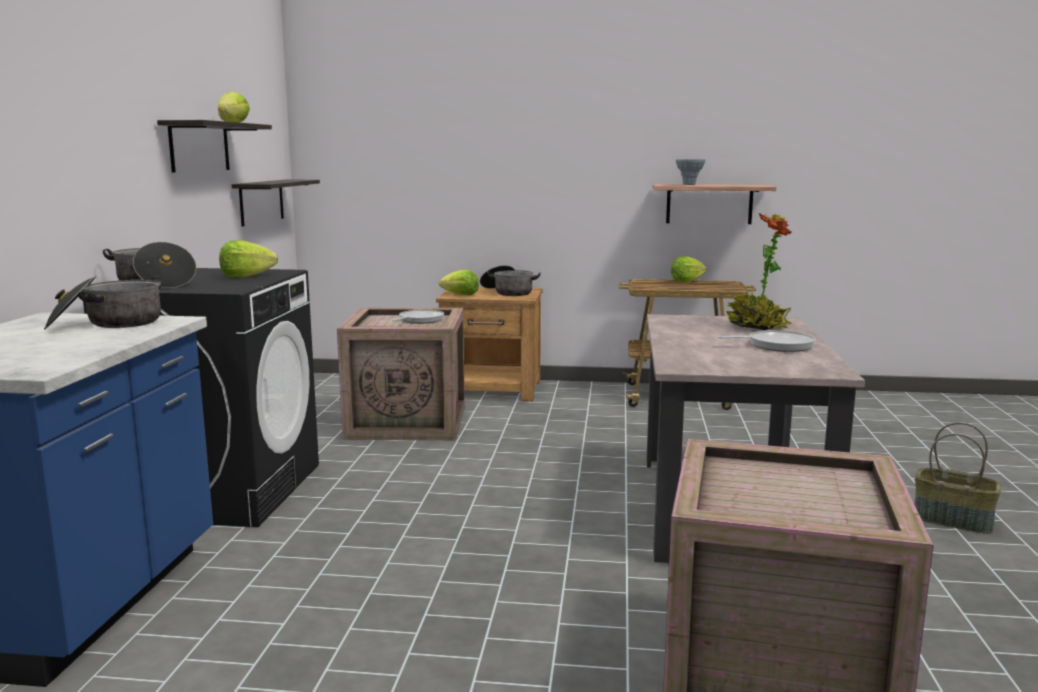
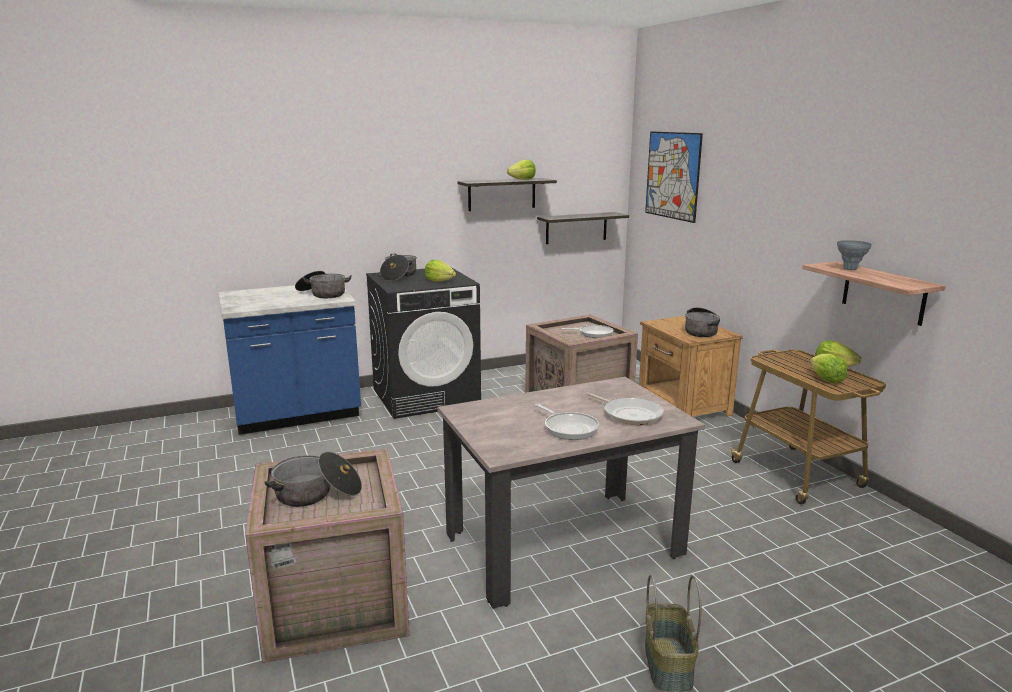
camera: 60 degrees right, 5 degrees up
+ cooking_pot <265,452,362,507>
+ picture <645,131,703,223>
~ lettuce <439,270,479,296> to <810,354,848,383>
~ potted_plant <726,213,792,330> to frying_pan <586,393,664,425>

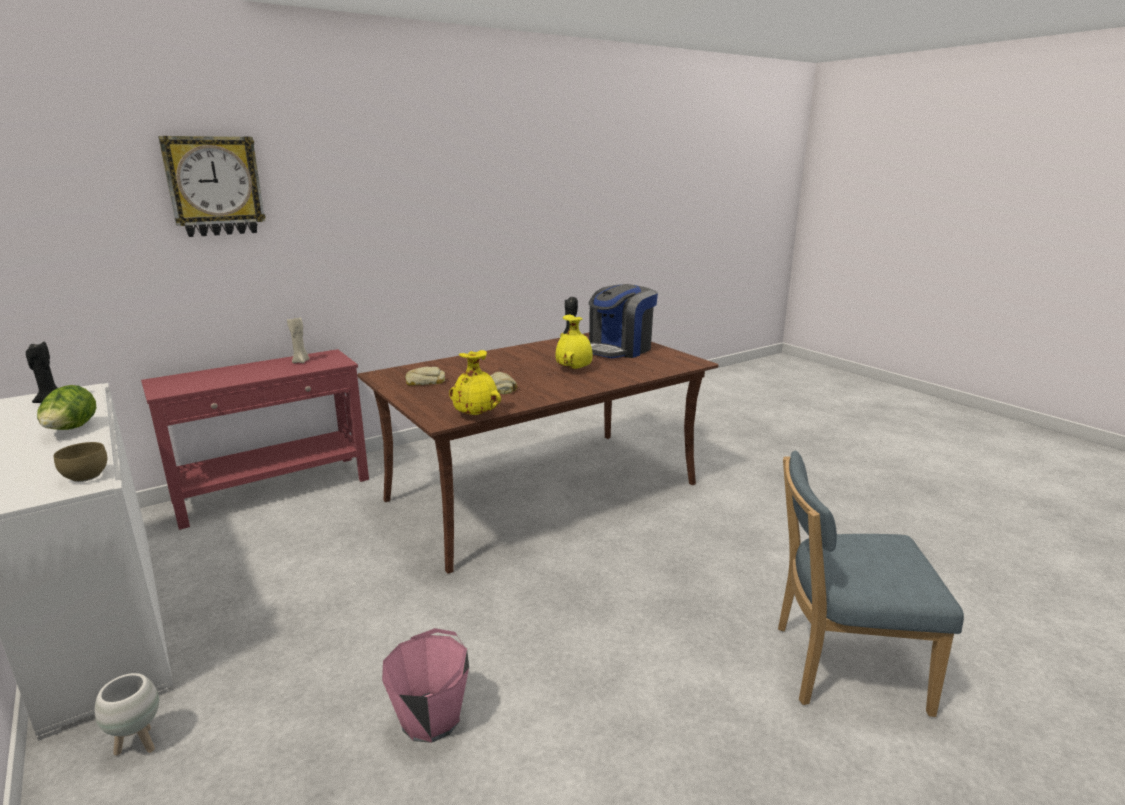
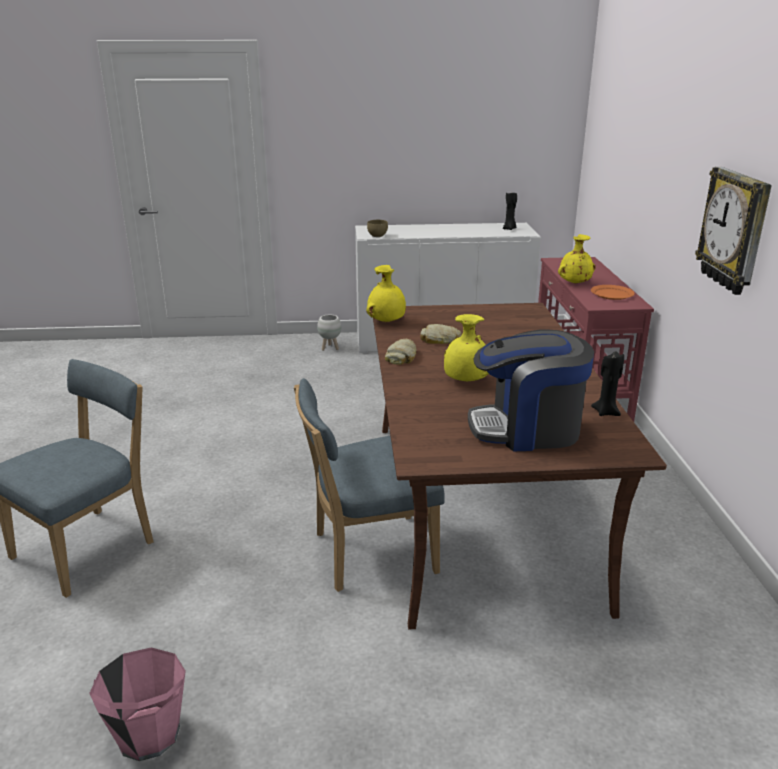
camera: 120 degrees right, 5 degrees up
- lettuce <37,385,96,430>
+ blue_chair <294,378,445,592>
+ yellow_vase <558,234,595,284>
~ wall_clock <158,136,266,237> to <695,167,772,295>
~ pink_bucket <382,628,469,743> to <89,647,186,761>
~ bread <405,367,445,385> to <385,339,416,365>
~ beige_candle <287,318,310,363> to orange_plate <591,285,635,300>
~ coffee_machine <588,284,658,358> = <468,329,594,451> 75 degrees counterclockwise

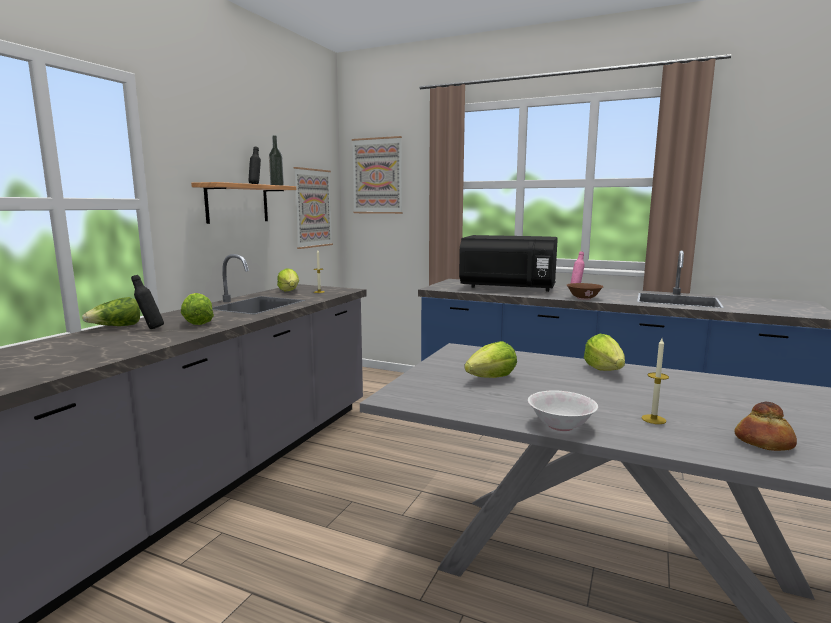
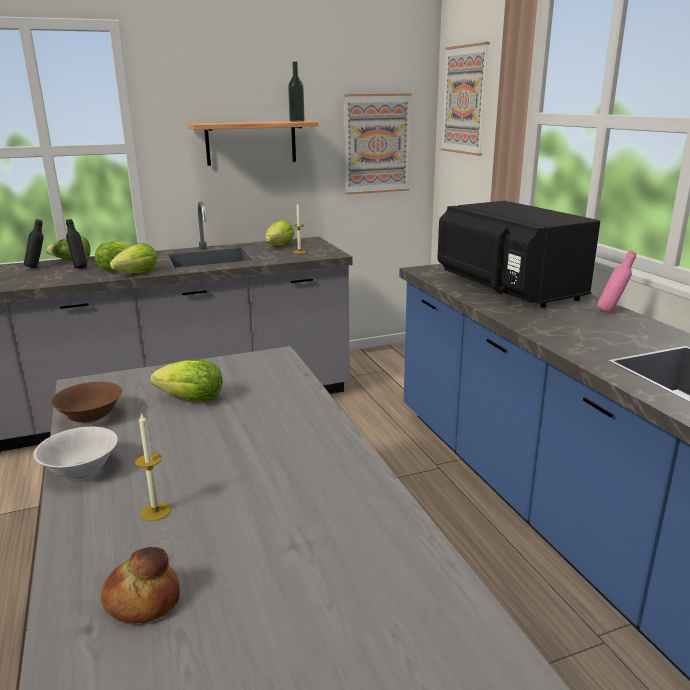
camera: 45 degrees right, 10 degrees up
~ black_bottle <249,147,261,184> to <24,219,43,268>
~ brown_bowl <567,283,604,300> to <50,382,122,424>
~ lettuce <584,334,625,371> to <110,243,157,273>

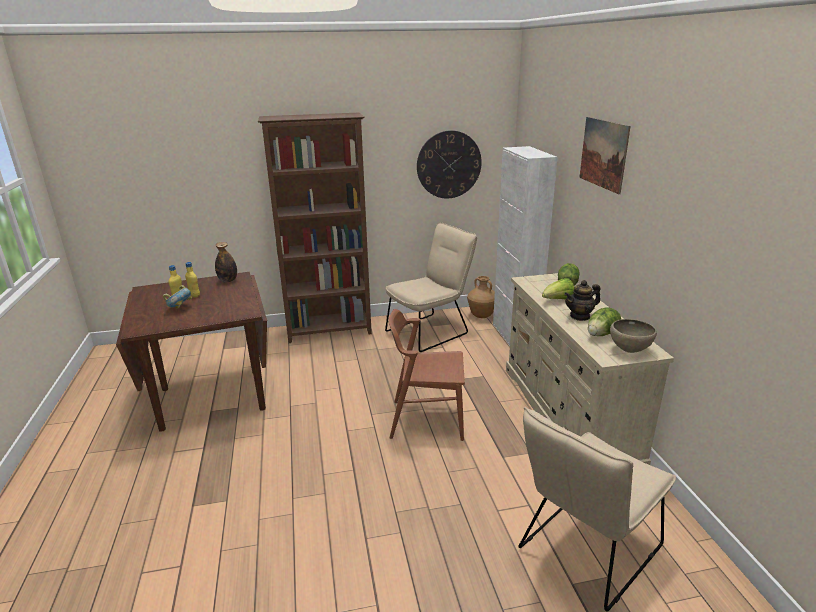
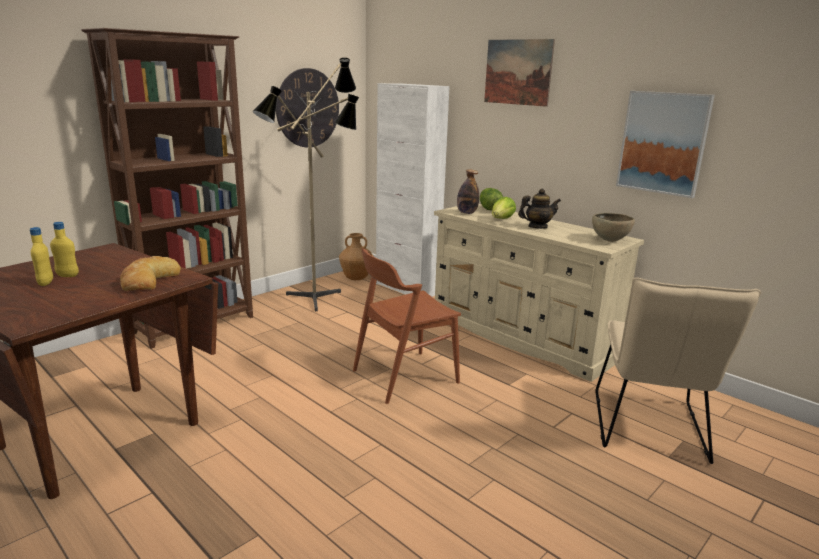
camera: 35 degrees left, 5 degrees down
- bowl <163,285,192,309>
- lettuce <588,307,621,336>
+ bread <120,256,181,291>
+ picture <616,91,715,198>
~ bottle <215,242,237,282> to <457,169,479,214>
~ beige_chair <385,223,477,352> to floor_lamp <253,58,359,311>
~ teapot <564,280,600,321> = <518,189,561,229> 135 degrees counterclockwise

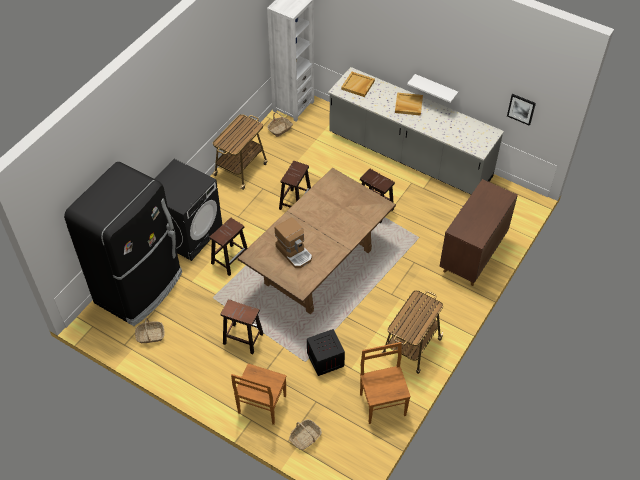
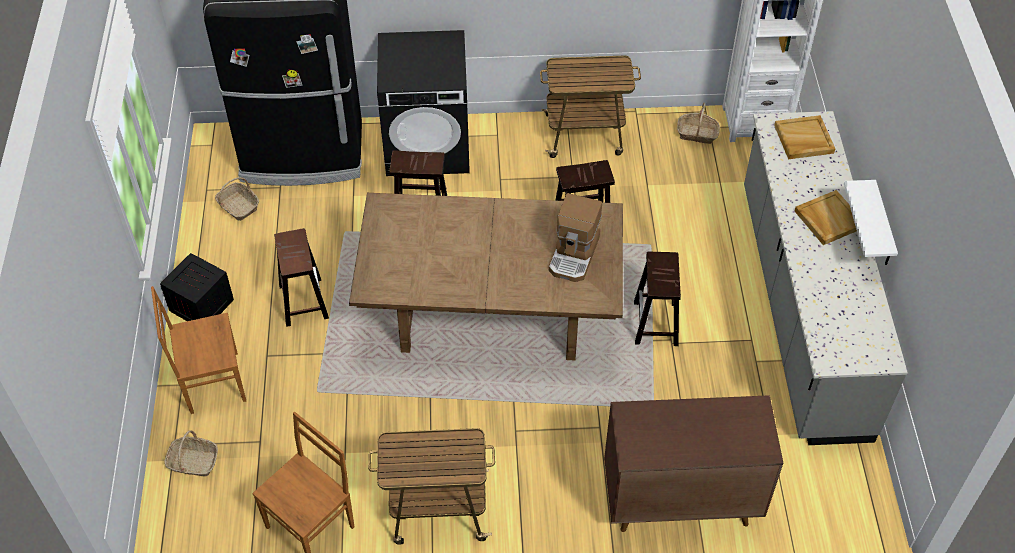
camera: 55 degrees right, 0 degrees up
- picture <507,94,536,126>
~ coffee_machine <275,217,312,268> to <549,193,602,282>
~ crate <307,329,345,376> to <160,253,234,321>

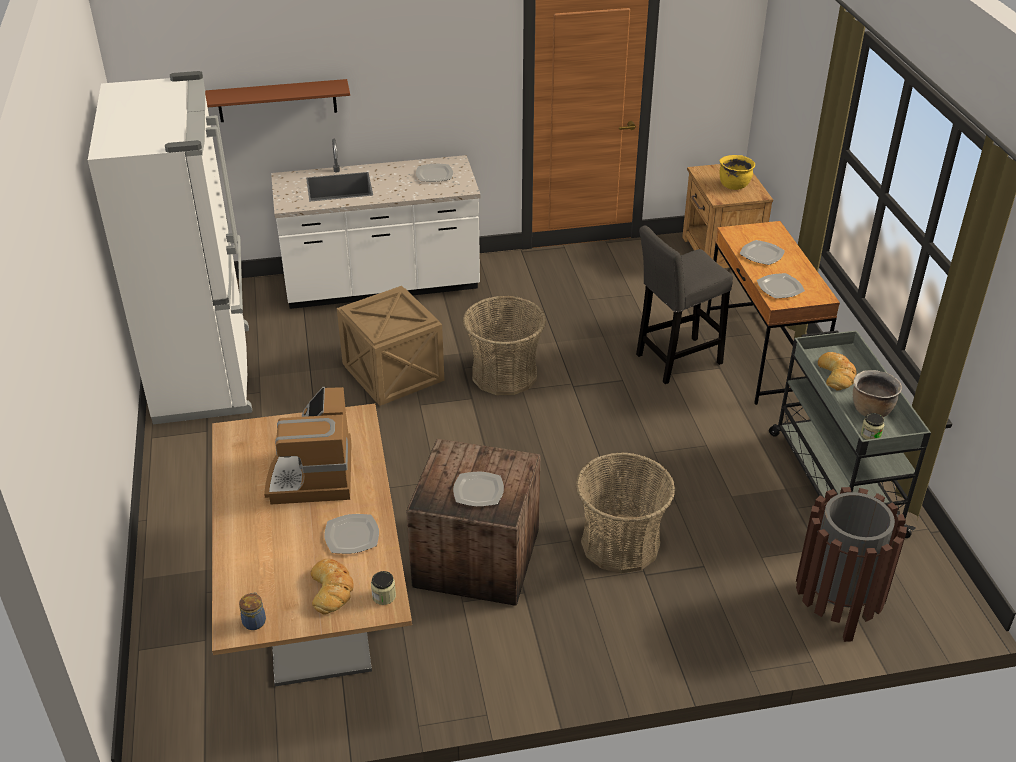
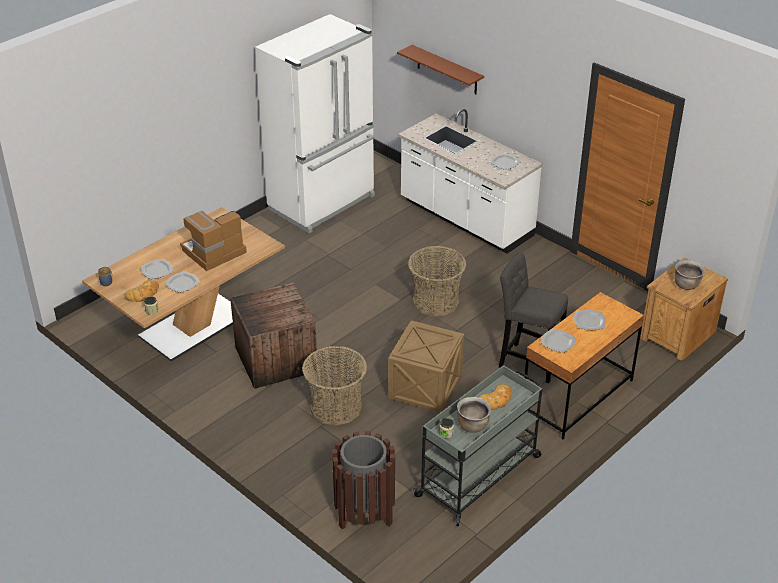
camera: 55 degrees right, 0 degrees up
~ crate <337,286,444,406> to <388,320,464,413>
~ plate <453,472,504,507> to <141,259,173,279>
~ yellow_cooking_pot <719,155,755,190> to brown_cooking_pot <674,260,705,290>

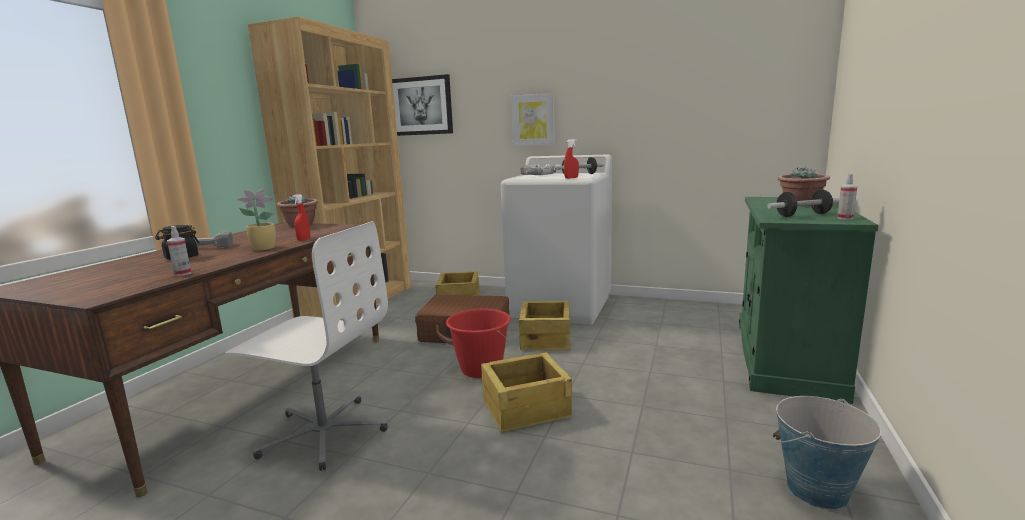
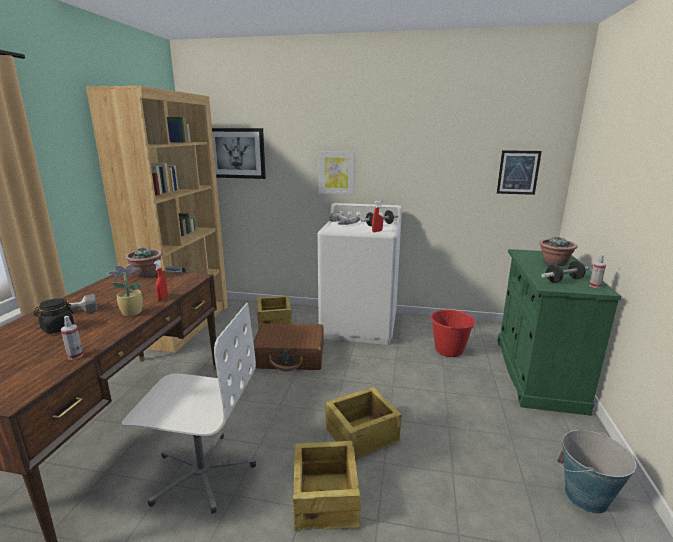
camera: 10 degrees left, 5 degrees up
+ picture <497,150,542,195>
~ red_bucket <446,309,511,378> to <431,310,475,357>
~ crate <519,301,571,351> to <293,441,361,531>

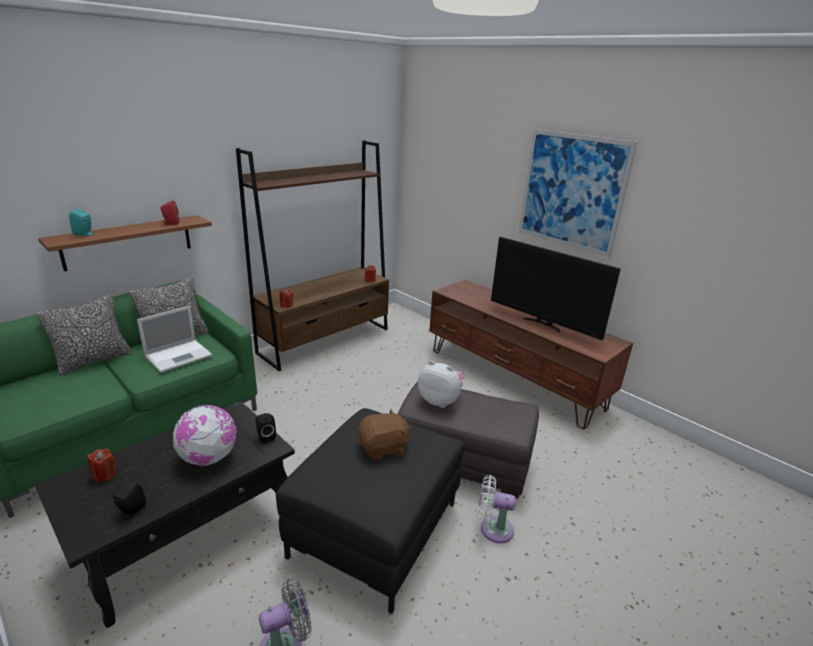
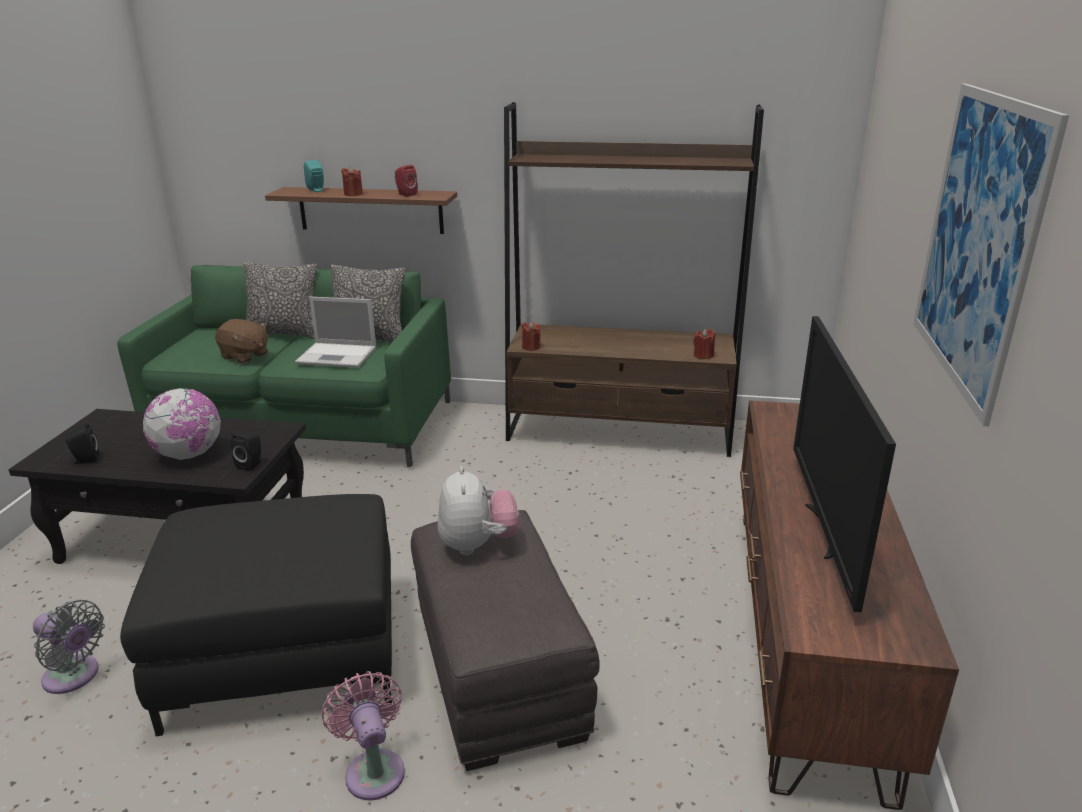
camera: 55 degrees right, 0 degrees up
~ red_candle <87,449,116,482> to <341,167,363,196>
~ brown_plush_toy <358,409,412,461> to <215,319,268,363>
~ white_fan <478,475,516,543> to pink_fan <322,671,405,801>

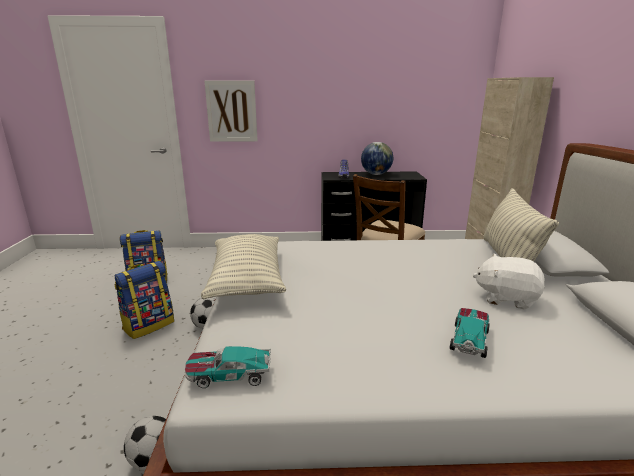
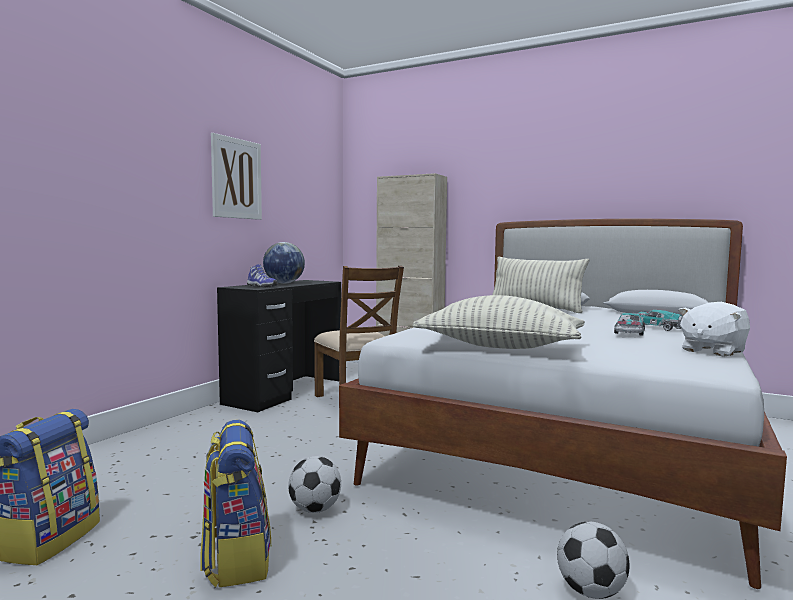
camera: 60 degrees left, 15 degrees down
~ toy_car <185,346,271,388> to <614,313,645,336>
~ picture <204,80,258,142> to <211,133,262,220>
~ white_plush_toy <473,254,545,310> to <678,302,750,357>

